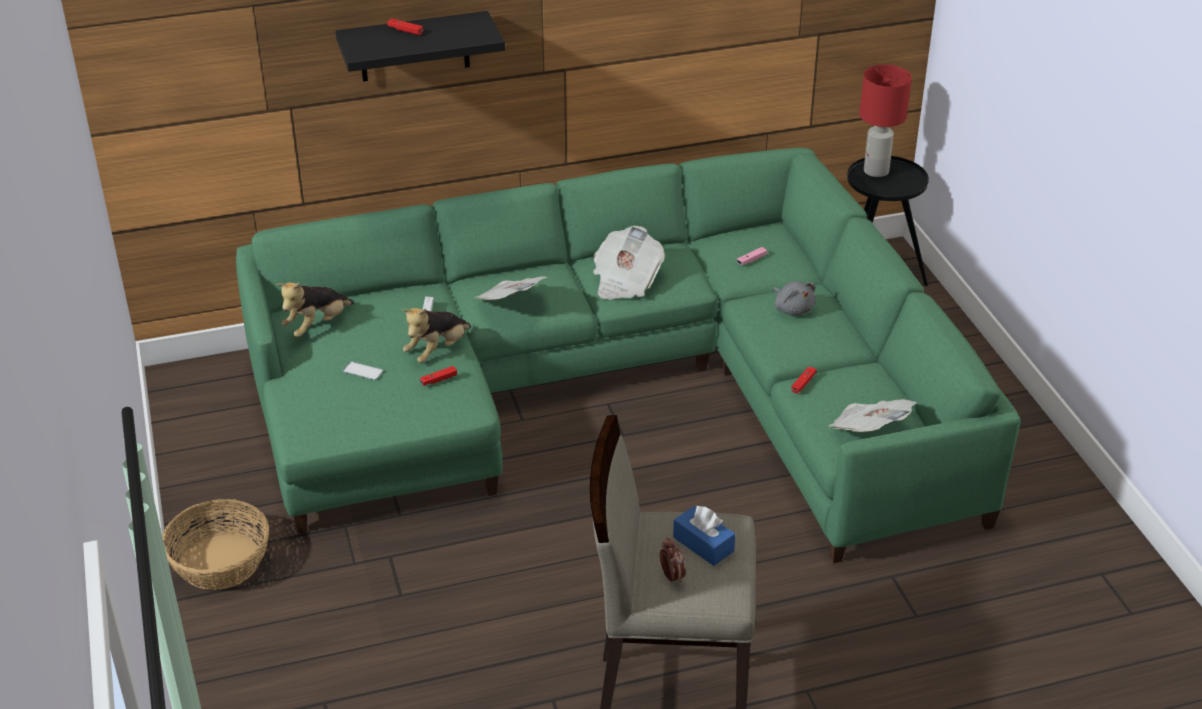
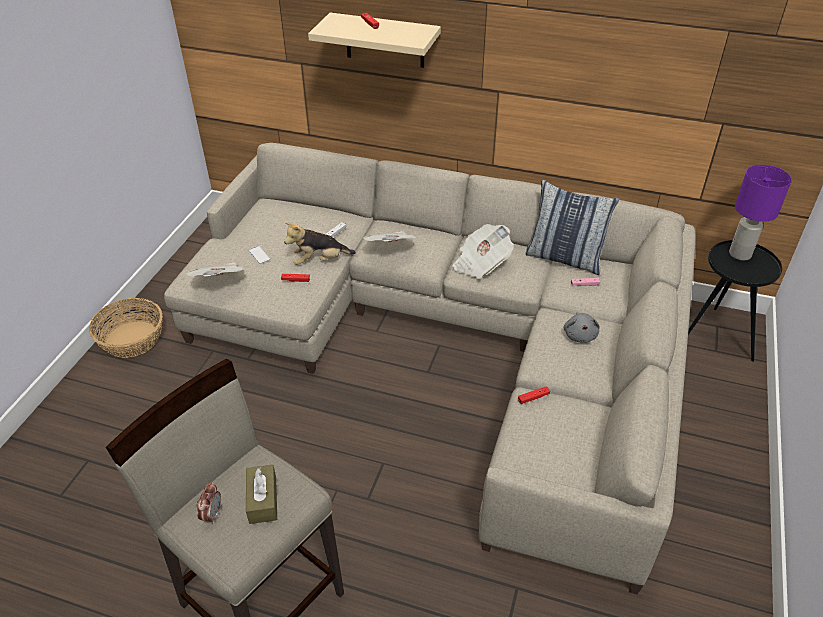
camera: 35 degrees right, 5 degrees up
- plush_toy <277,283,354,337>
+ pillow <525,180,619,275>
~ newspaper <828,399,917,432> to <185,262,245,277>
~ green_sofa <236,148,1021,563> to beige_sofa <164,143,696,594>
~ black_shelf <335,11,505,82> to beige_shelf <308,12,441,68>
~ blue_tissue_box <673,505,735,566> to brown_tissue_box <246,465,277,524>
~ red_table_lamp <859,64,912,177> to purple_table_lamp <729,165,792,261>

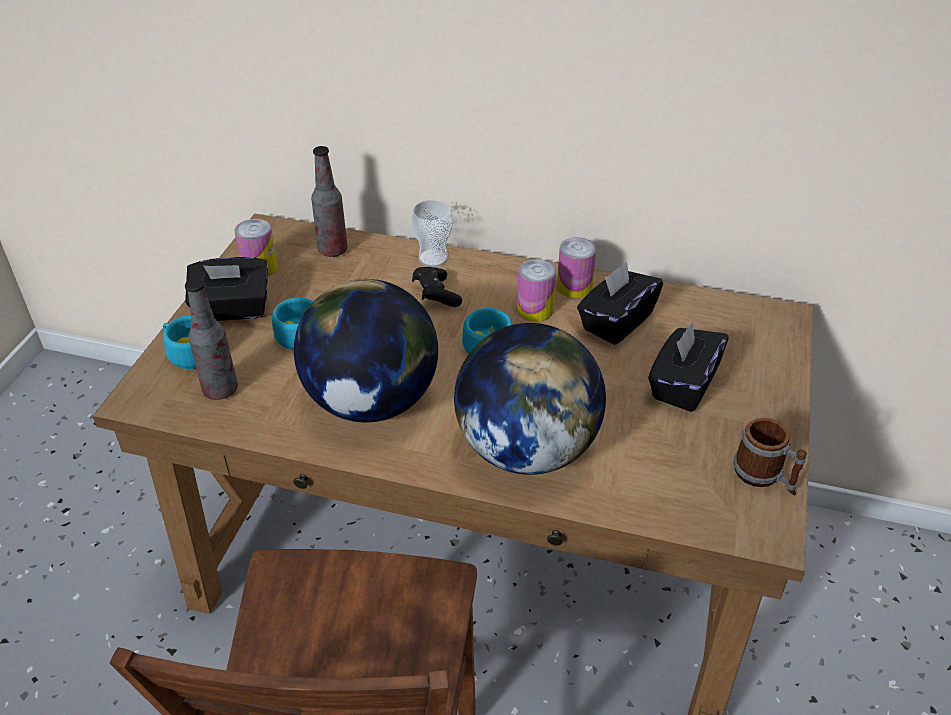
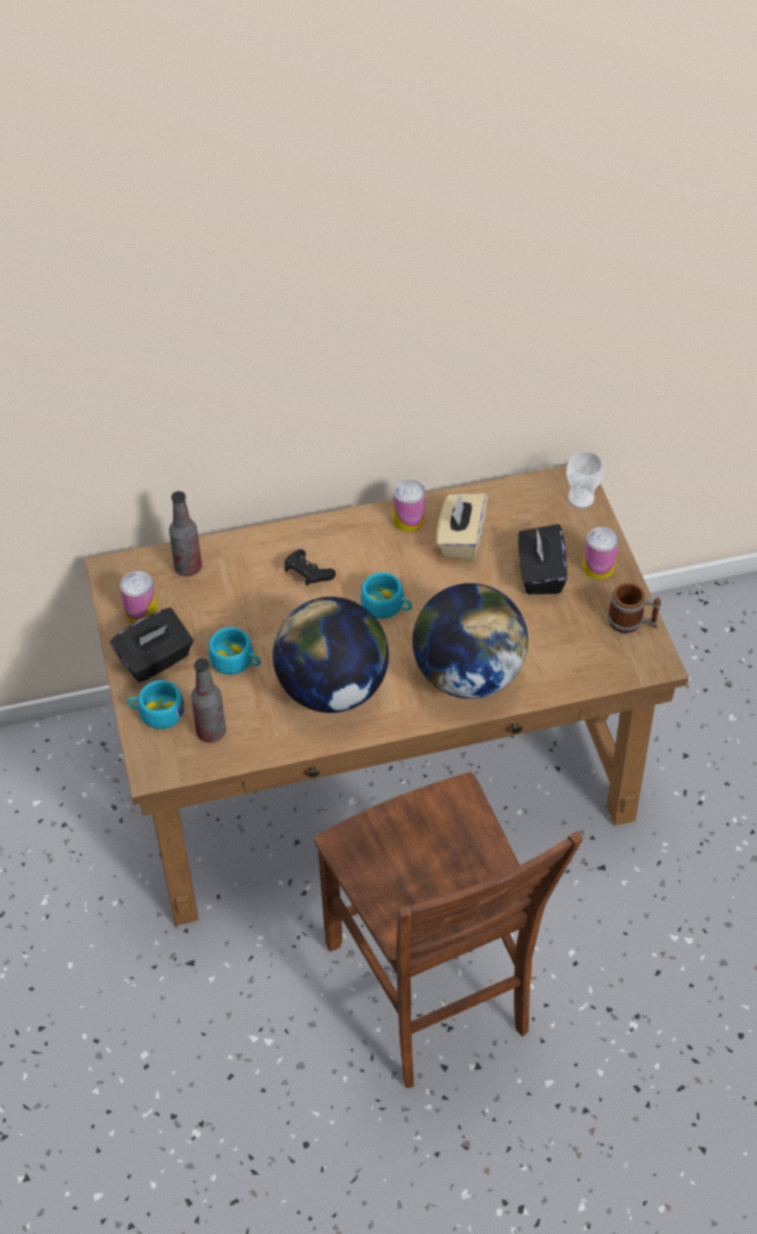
camera: 30 degrees left, 10 degrees up
~ cup <411,200,453,267> to <566,451,604,509>
~ can <517,259,556,322> to <583,527,619,579>
~ black_tissue_box <577,262,663,345> to beige_tissue_box <436,493,488,561>

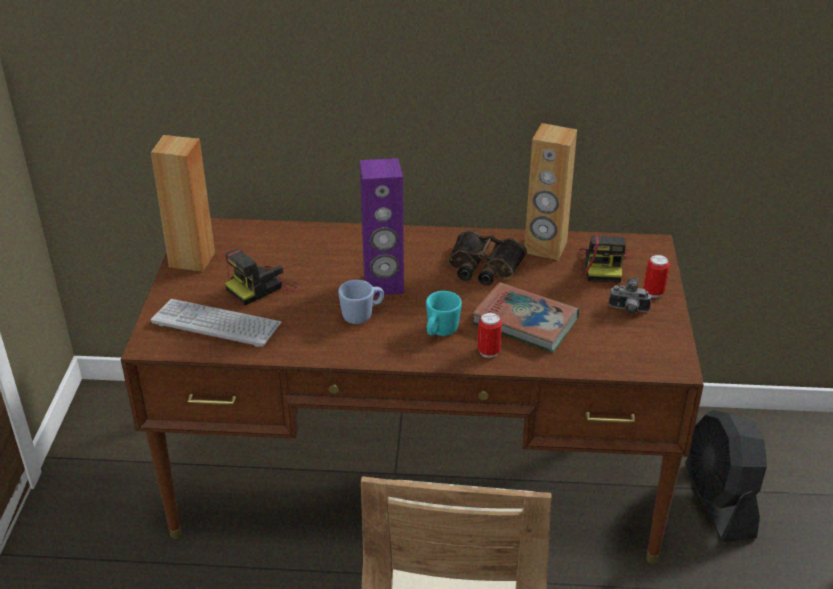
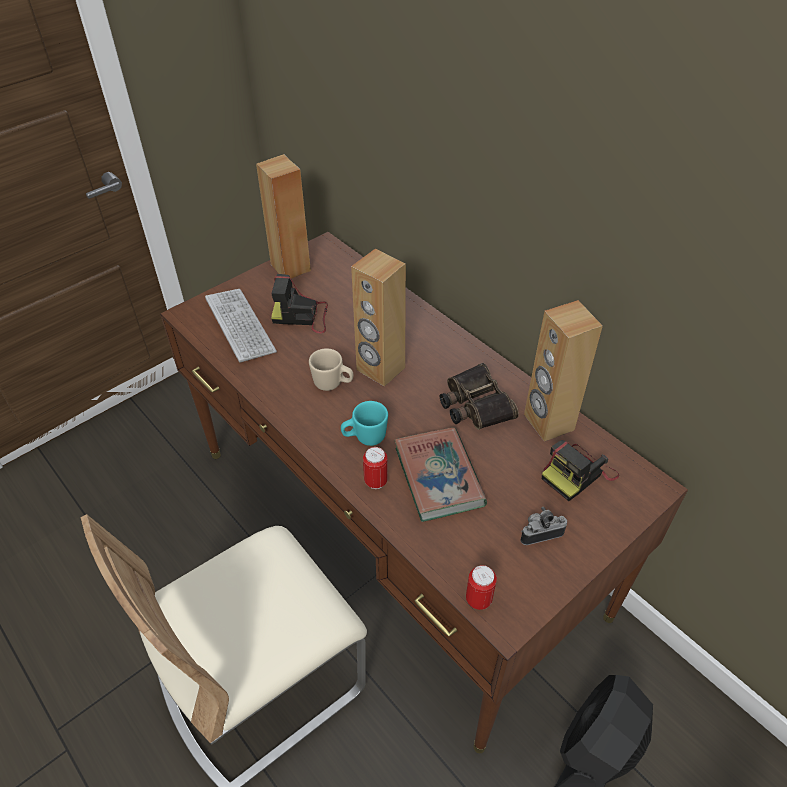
camera: 45 degrees right, 10 degrees up
~ can <644,254,670,298> to <466,565,497,610>
~ blue_mug <338,280,384,324> to beige_mug <309,348,354,391>
~ purple_speaker <360,158,404,296> to brown_speaker <351,249,406,387>
~ photo_camera <609,277,652,314> = <521,507,567,545> 105 degrees clockwise

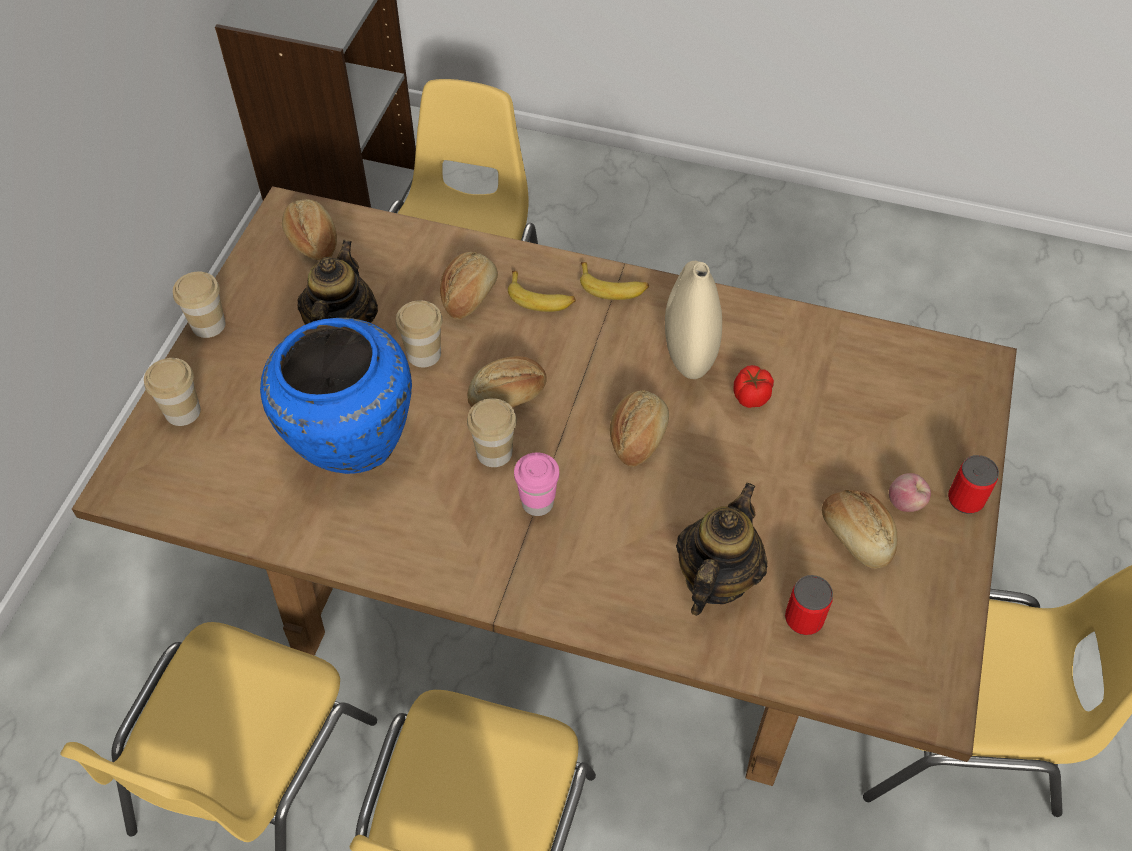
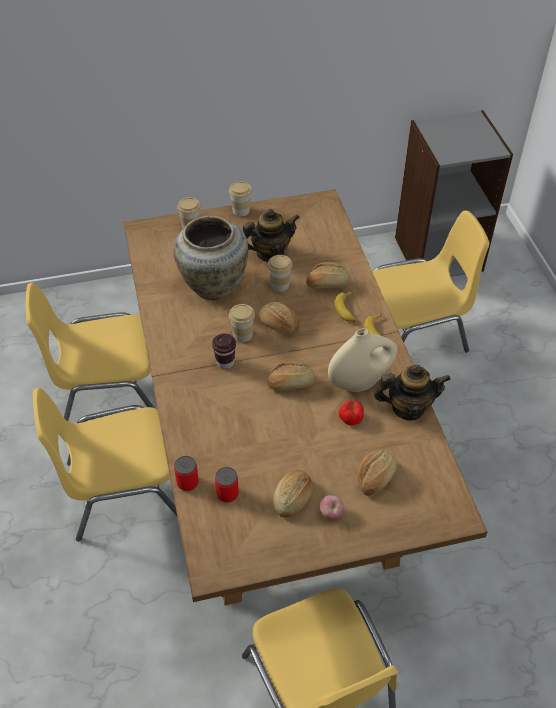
camera: 60 degrees right, 5 degrees down
~ bread <282,199,337,260> to <358,450,397,496>
~ teapot <676,483,768,616> to <374,365,450,420>
~ can <948,455,999,514> to <174,456,199,491>
~ blue_vase <260,318,412,474> to beige_vase <173,216,248,300>
~ pink_cup <514,453,559,516> to brown_cup <212,334,236,369>

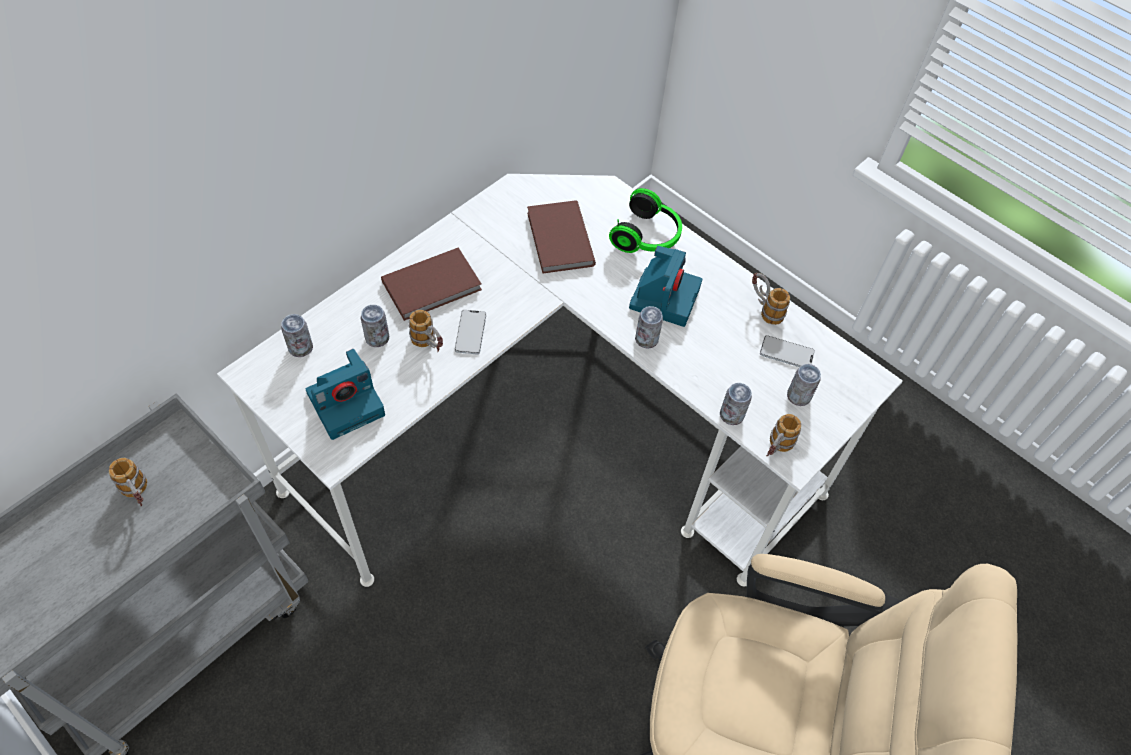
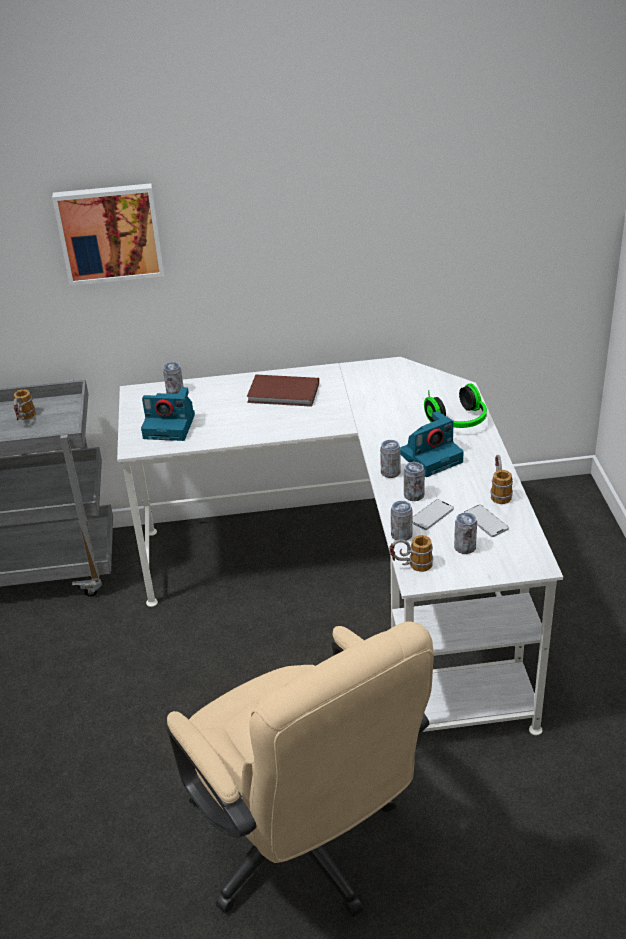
camera: 45 degrees right, 20 degrees down
- mug <408,310,443,352>
- brown_book <527,200,596,273>
+ picture <52,183,164,286>
~ can <361,305,389,347> to <404,462,425,501>
~ phone <455,310,486,354> to <413,499,454,530>

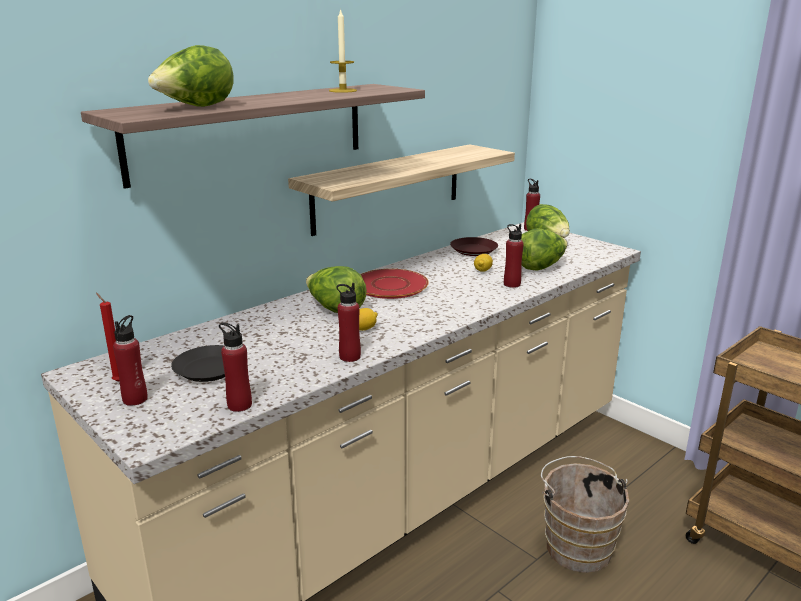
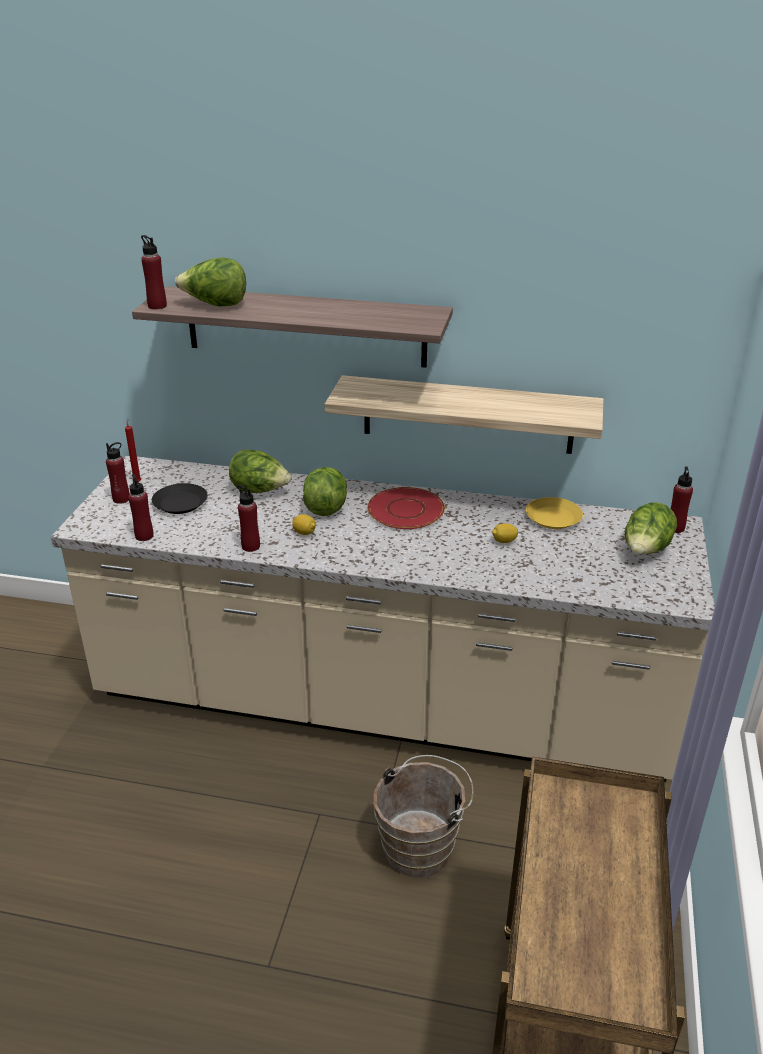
camera: 55 degrees right, 10 degrees up
- candle <329,8,357,93>
~ red_bottle <504,224,524,288> to <141,235,167,309>
~ lettuce <521,228,568,271> to <229,449,291,493>
~ brown_plate <450,237,498,256> to yellow_plate <526,497,583,529>

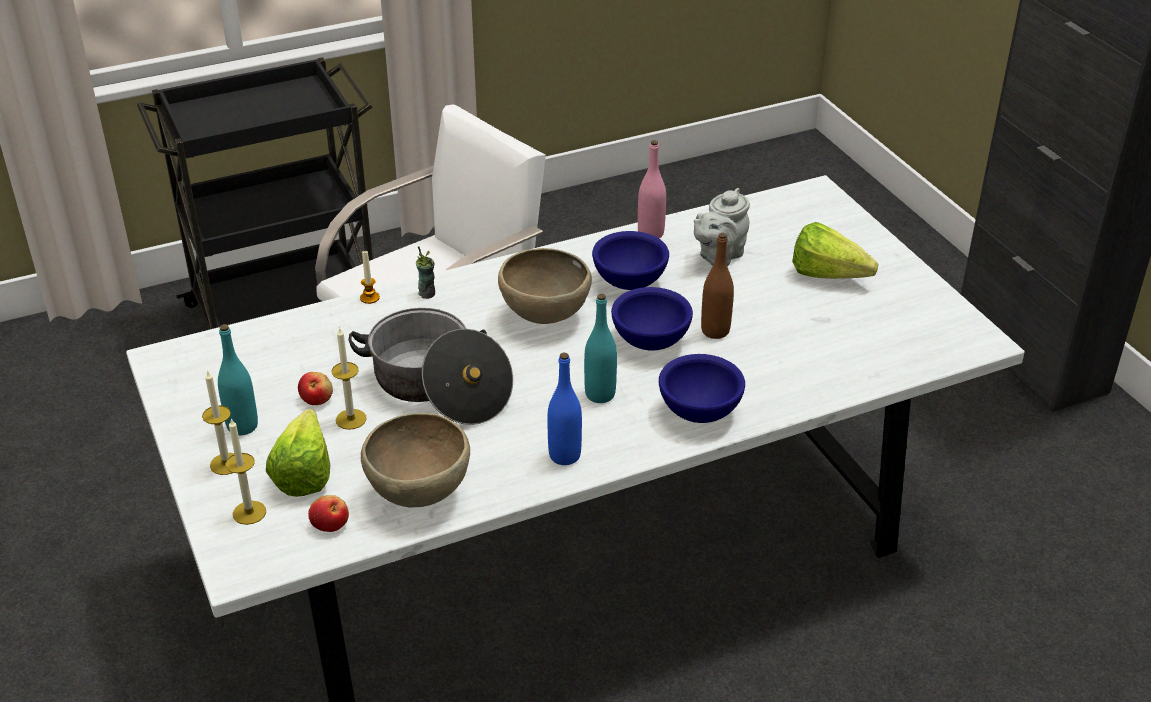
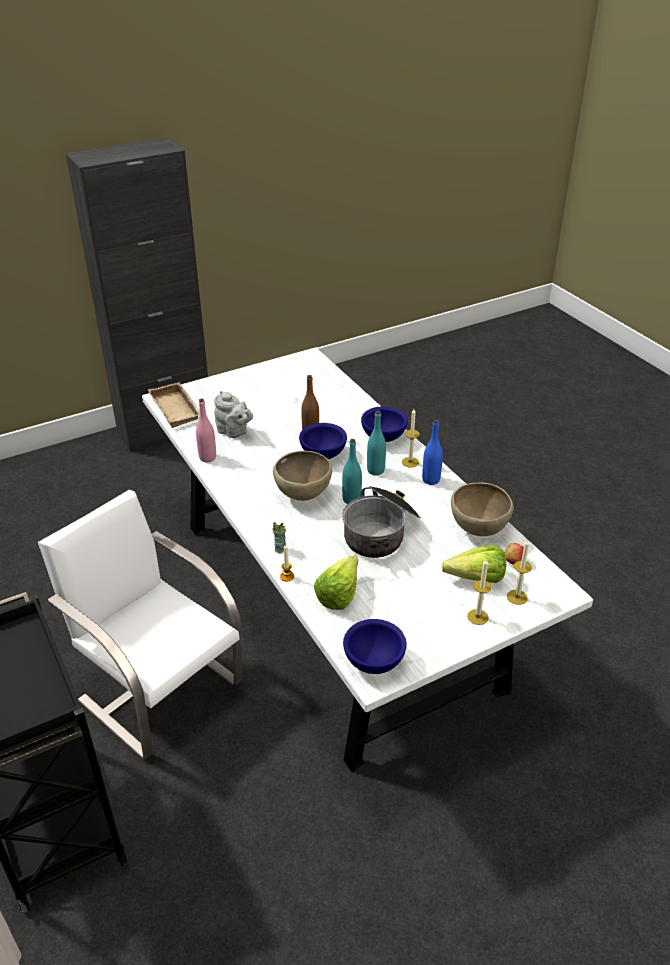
camera: 95 degrees left, 0 degrees up
- apple <298,372,333,405>
+ beige_tray <148,382,200,428>
~ turquoise_bottle <218,324,258,436> to <342,439,362,504>
~ candle <332,327,367,430> to <402,409,420,468>
~ blue_bowl <592,231,669,290> to <343,619,407,674>
~ lettuce <792,222,878,279> to <314,555,358,610>

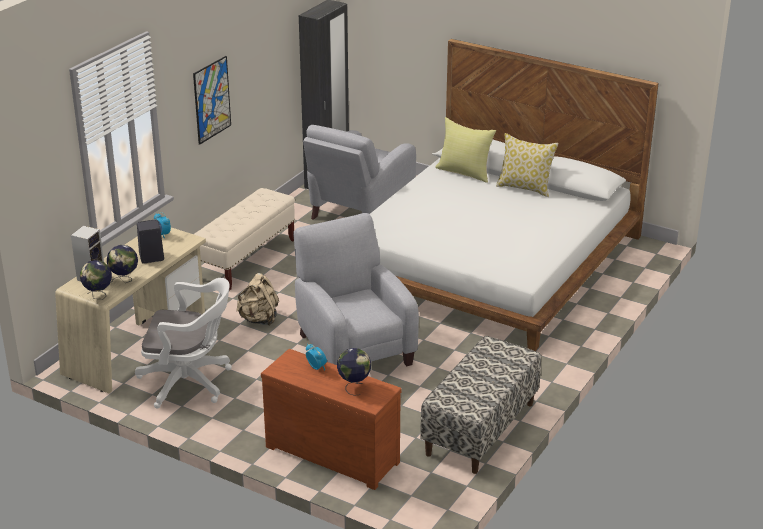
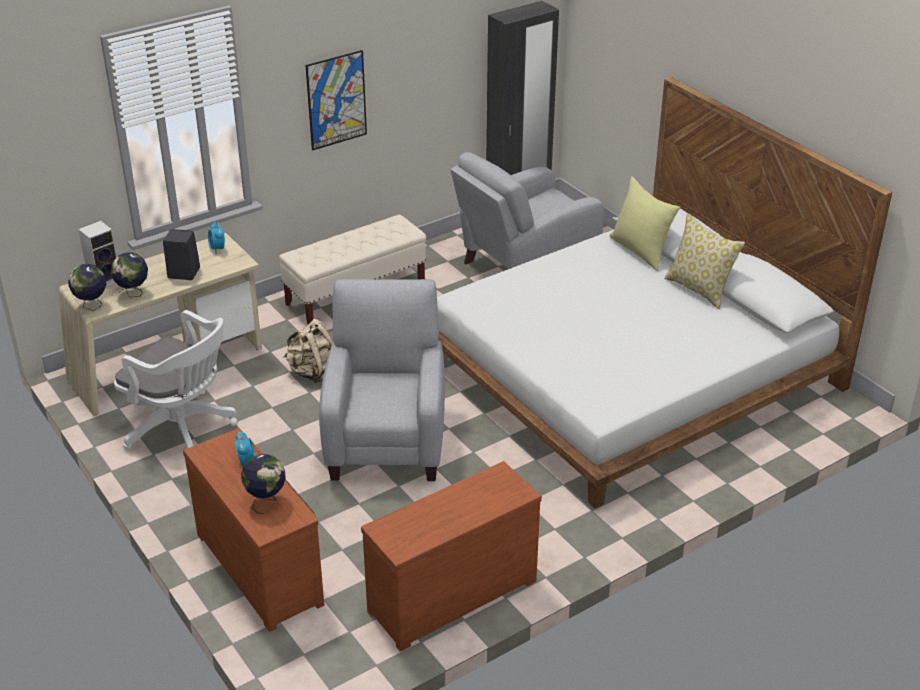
camera: 25 degrees right, 5 degrees up
~ bench <420,336,541,474> to brown_dresser <361,461,542,652>

